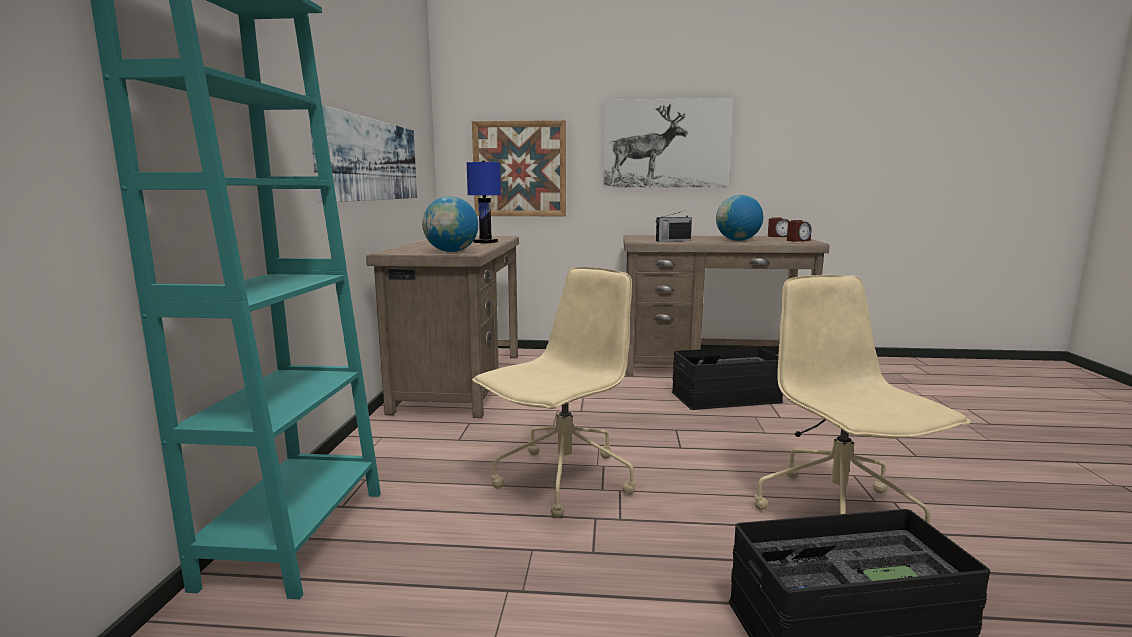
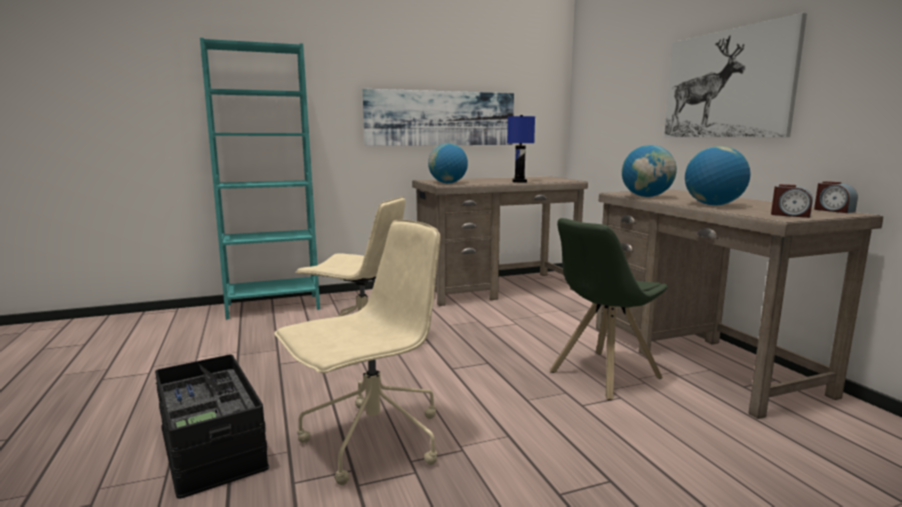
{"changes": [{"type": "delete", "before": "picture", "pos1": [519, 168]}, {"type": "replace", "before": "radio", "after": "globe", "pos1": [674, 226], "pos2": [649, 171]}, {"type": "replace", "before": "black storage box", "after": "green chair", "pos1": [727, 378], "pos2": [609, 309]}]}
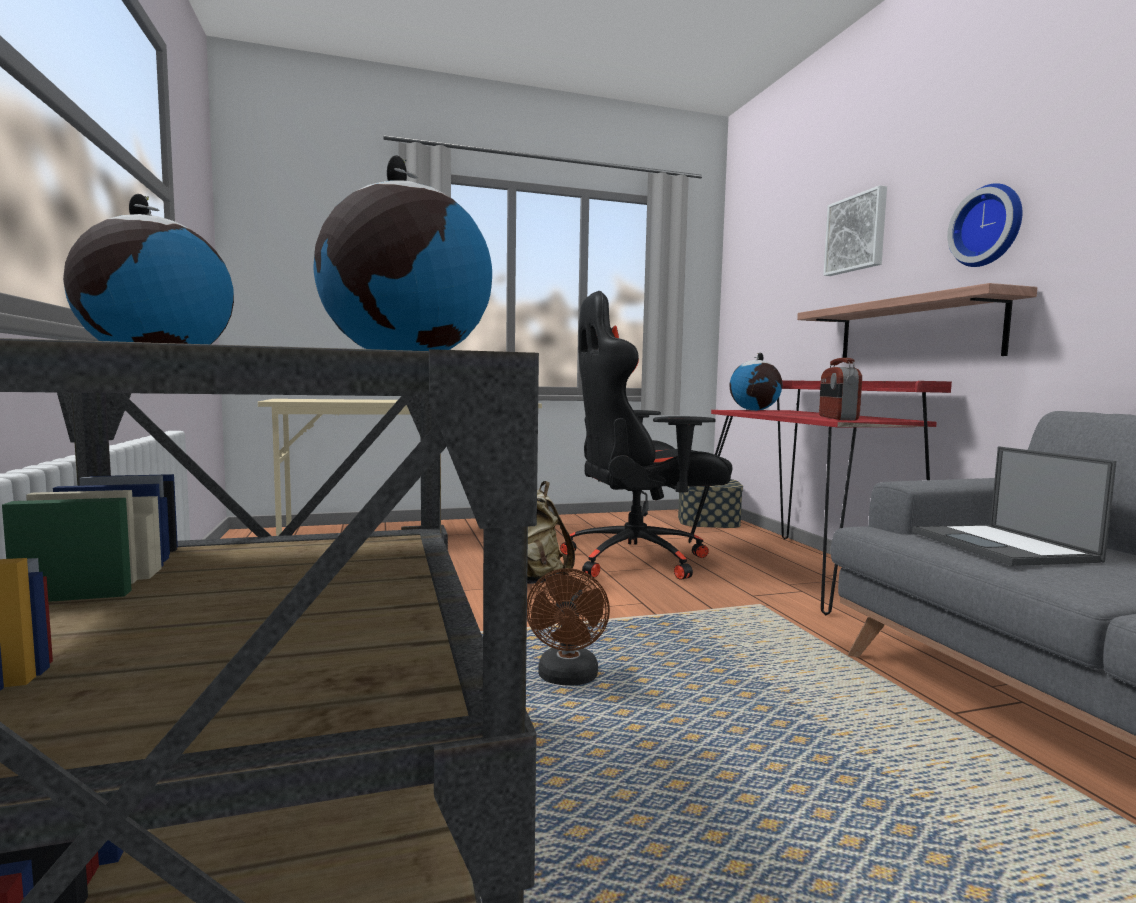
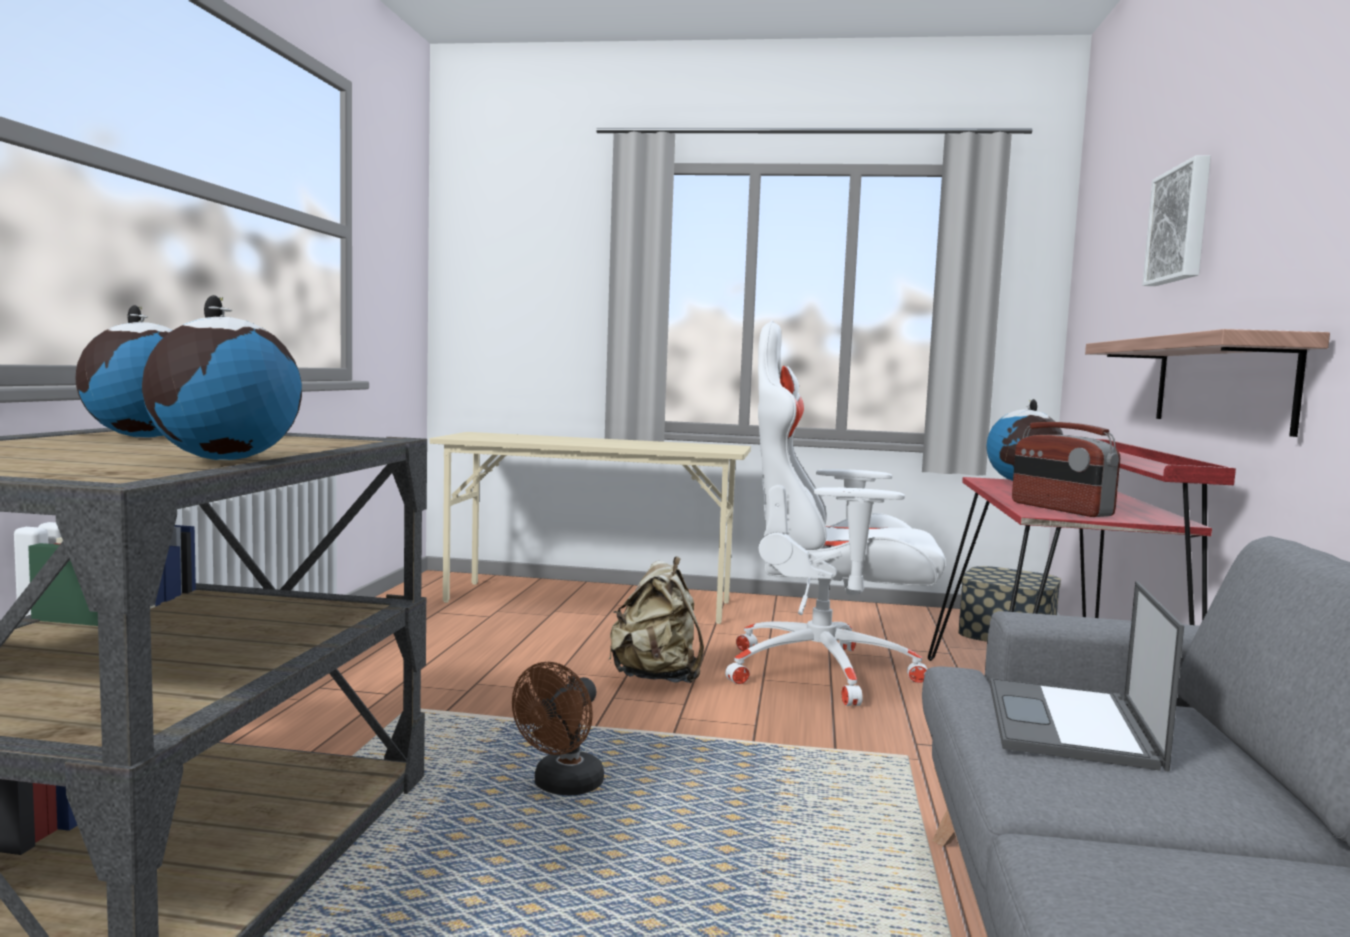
{"changes": [{"type": "delete", "before": "wall clock", "pos1": [984, 225]}, {"type": "recolor", "before": "black office chair", "after": "white office chair", "pos1": [646, 435], "pos2": [835, 513]}, {"type": "rotate", "before": "radio", "pos1": [840, 389], "pos2": [1066, 469], "turn": -60}]}
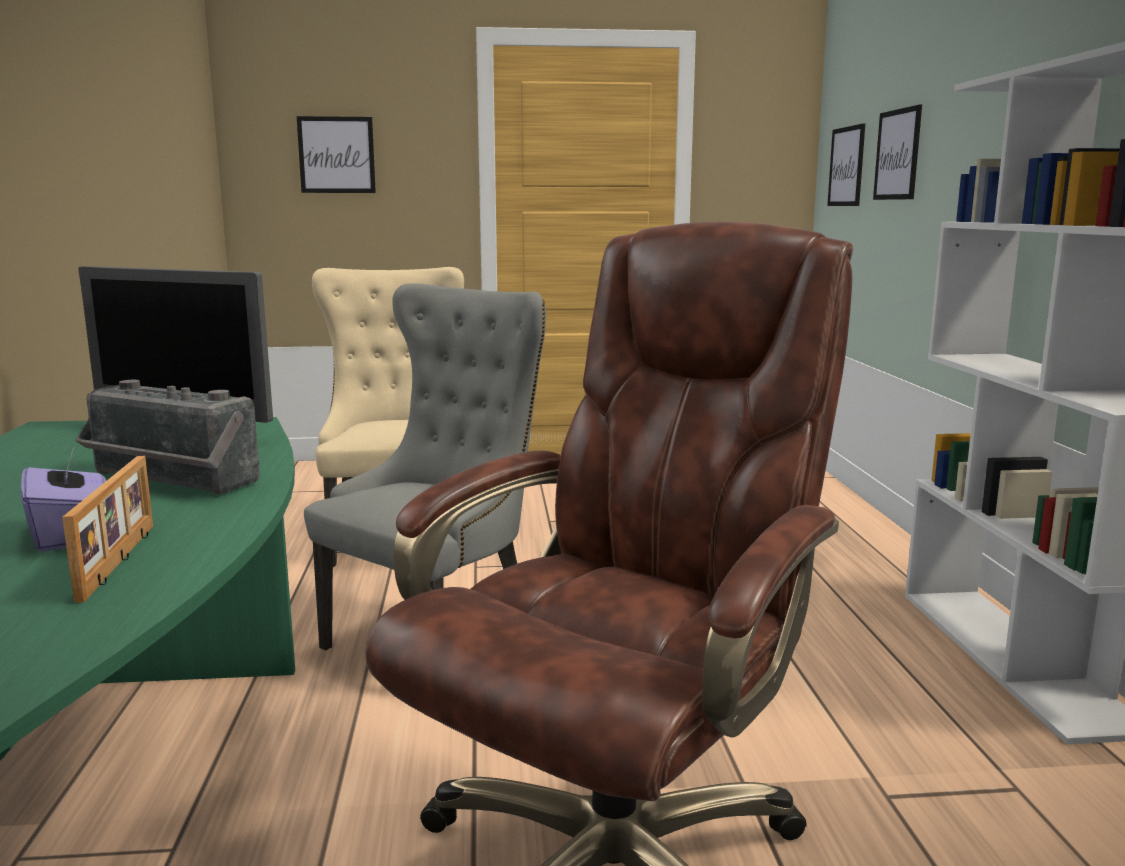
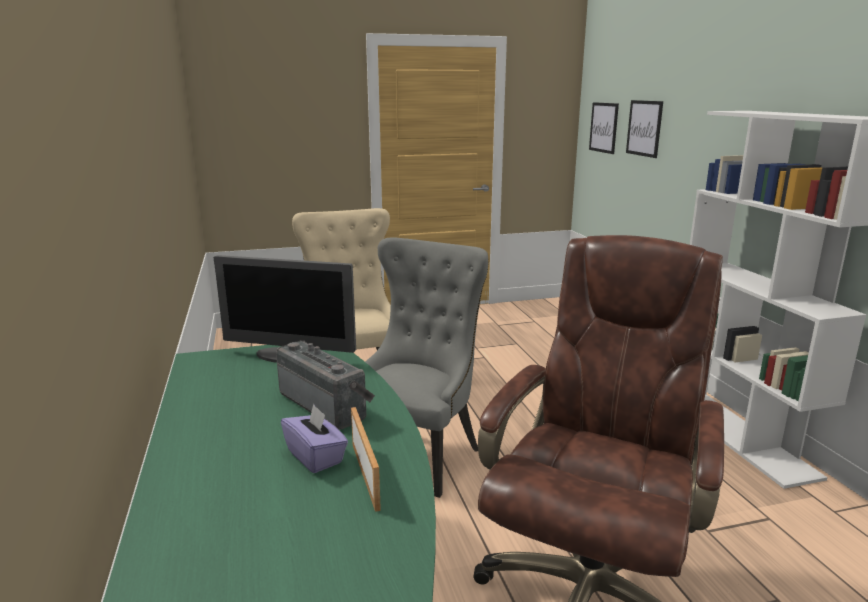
{"changes": [{"type": "delete", "before": "picture", "pos1": [336, 154]}, {"type": "rotate", "before": "radio", "pos1": [167, 437], "pos2": [325, 384], "turn": -150}]}
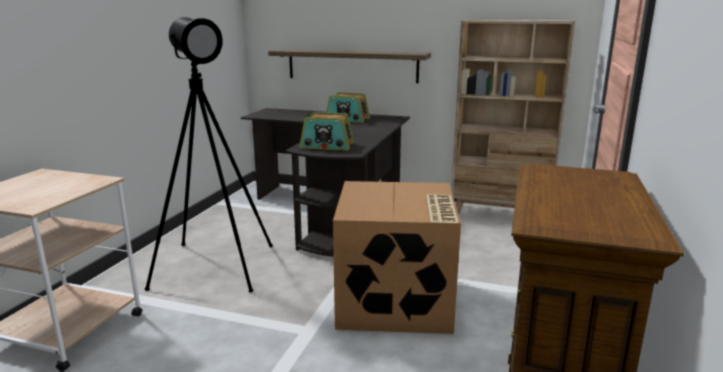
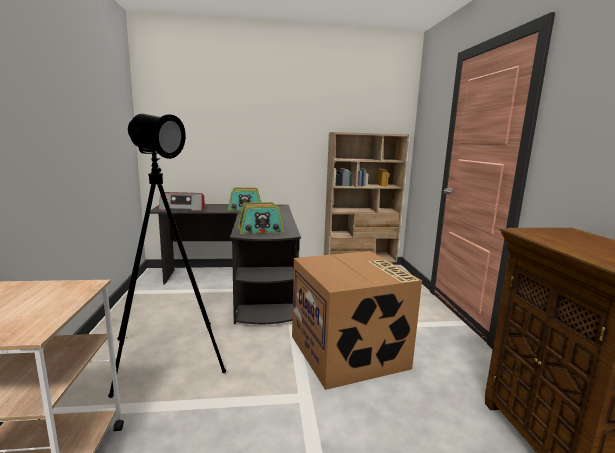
{"changes": [{"type": "delete", "before": "shelf", "pos1": [349, 66]}, {"type": "insert", "after": "radio", "pos2": [181, 201]}]}
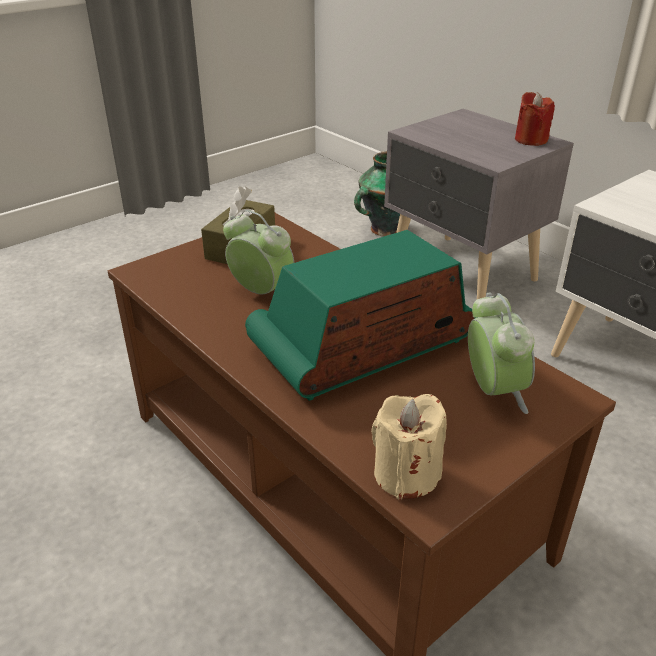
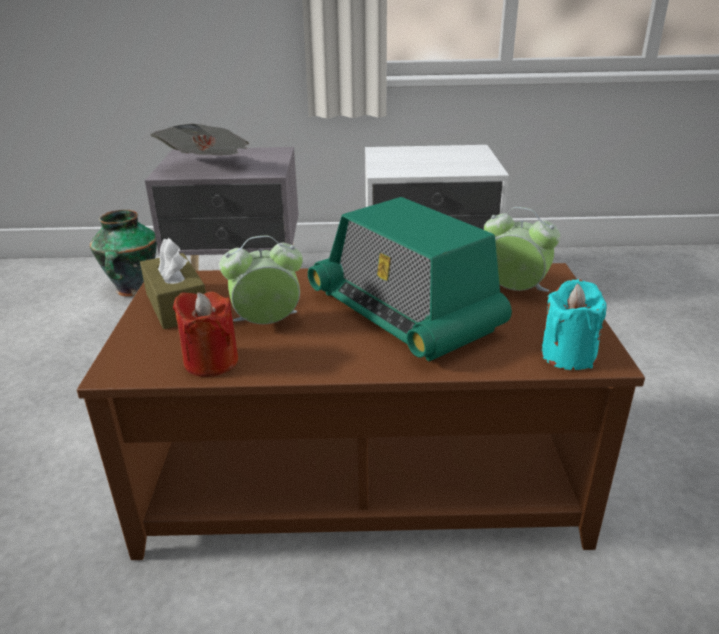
{"changes": [{"type": "move", "before": "red candle", "pos1": [535, 119], "pos2": [205, 334]}, {"type": "rotate", "before": "radio", "pos1": [361, 315], "pos2": [410, 279], "turn": -45}, {"type": "recolor", "before": "beige candle", "after": "turquoise candle", "pos1": [409, 447], "pos2": [574, 324]}, {"type": "insert", "after": "newspaper", "pos2": [200, 139]}]}
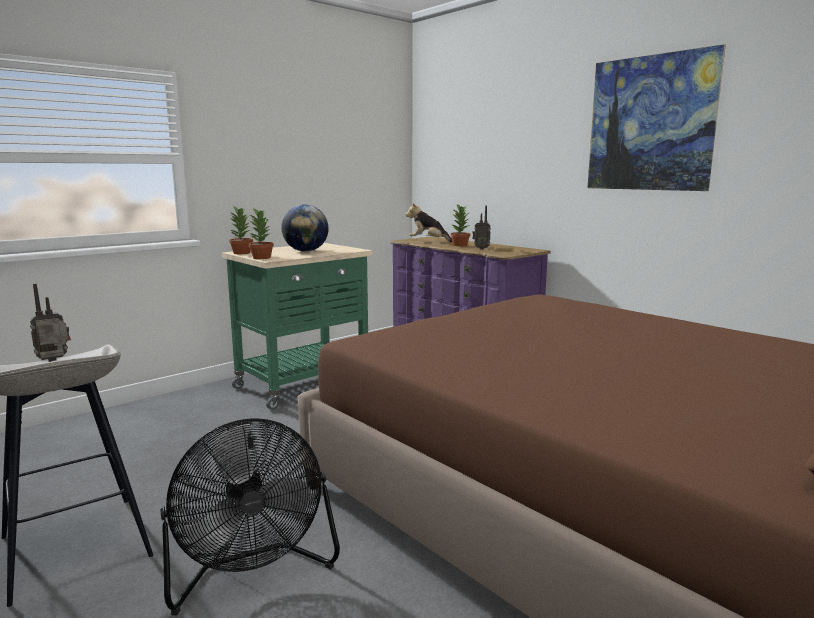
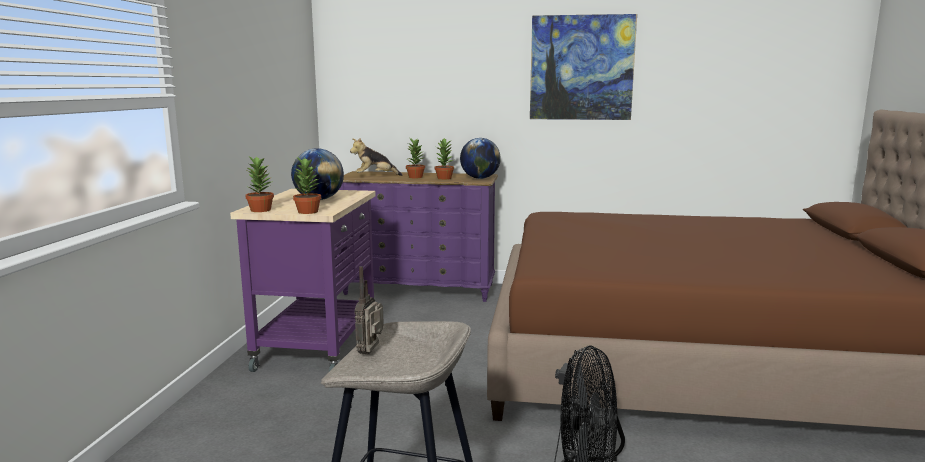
{"changes": [{"type": "replace", "before": "radio", "after": "potted plant", "pos1": [481, 227], "pos2": [444, 159]}, {"type": "recolor", "before": "green cart", "after": "purple cart", "pos1": [297, 326], "pos2": [303, 280]}, {"type": "insert", "after": "globe", "pos2": [480, 158]}]}
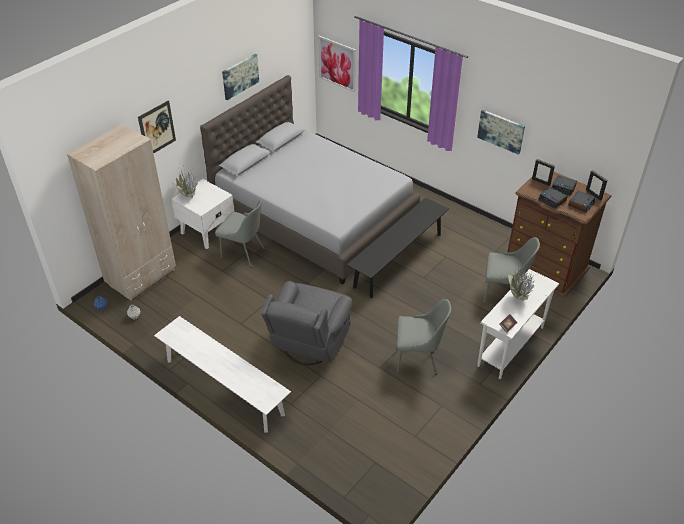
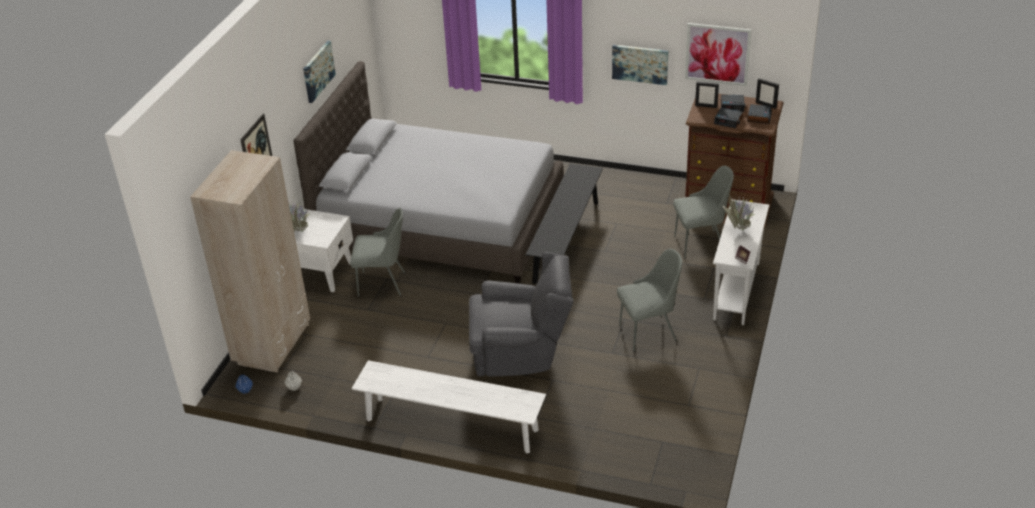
{"changes": [{"type": "move", "before": "picture", "pos1": [337, 64], "pos2": [718, 54]}, {"type": "rotate", "before": "grey armchair", "pos1": [307, 323], "pos2": [521, 314], "turn": -90}]}
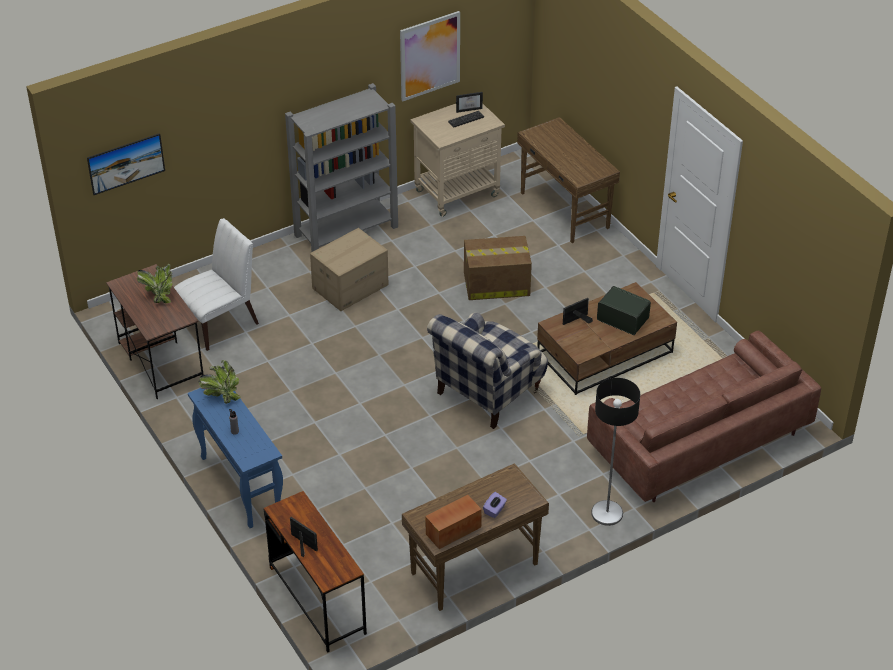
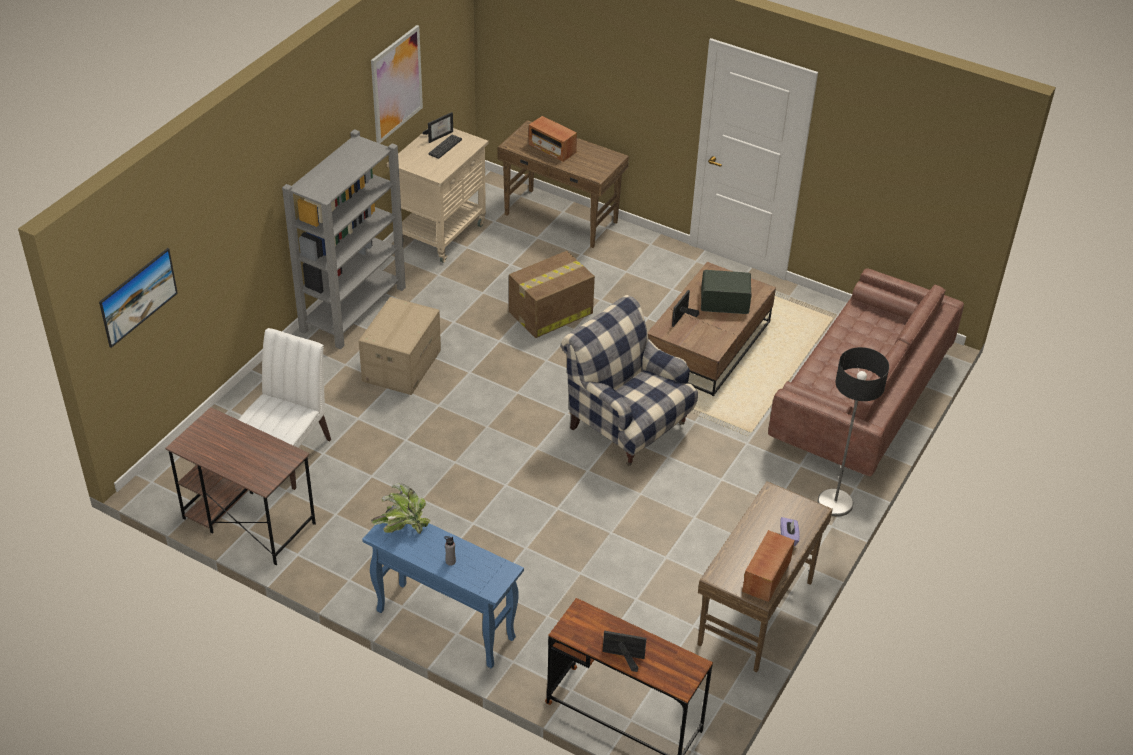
{"changes": [{"type": "delete", "before": "potted plant", "pos1": [155, 284]}, {"type": "rotate", "before": "armchair", "pos1": [487, 371], "pos2": [629, 380], "turn": 120}, {"type": "insert", "after": "radio", "pos2": [553, 139]}]}
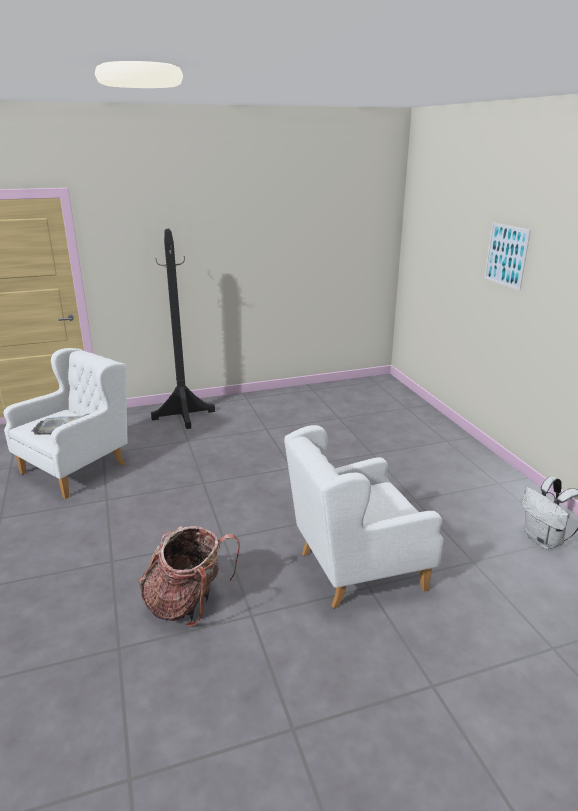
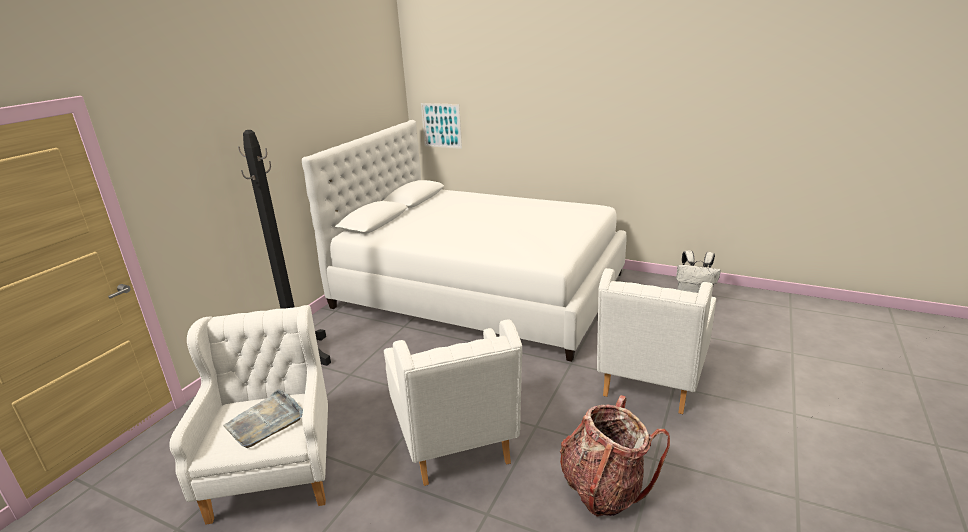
{"changes": [{"type": "move", "before": "picture", "pos1": [507, 256], "pos2": [441, 126]}, {"type": "insert", "after": "white bed", "pos2": [464, 241]}, {"type": "insert", "after": "white armchair", "pos2": [453, 403]}]}
